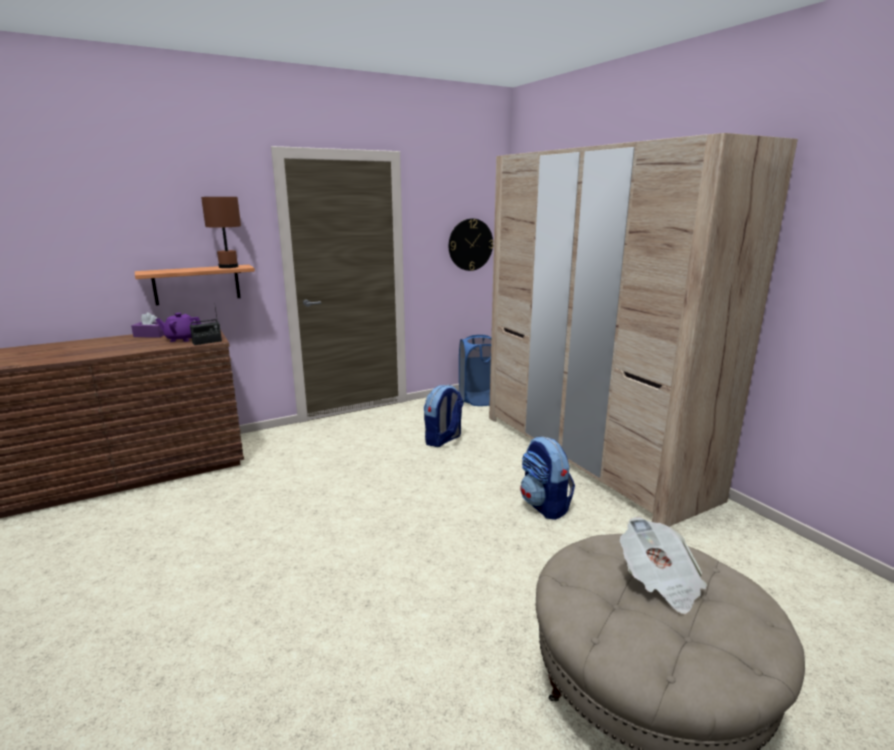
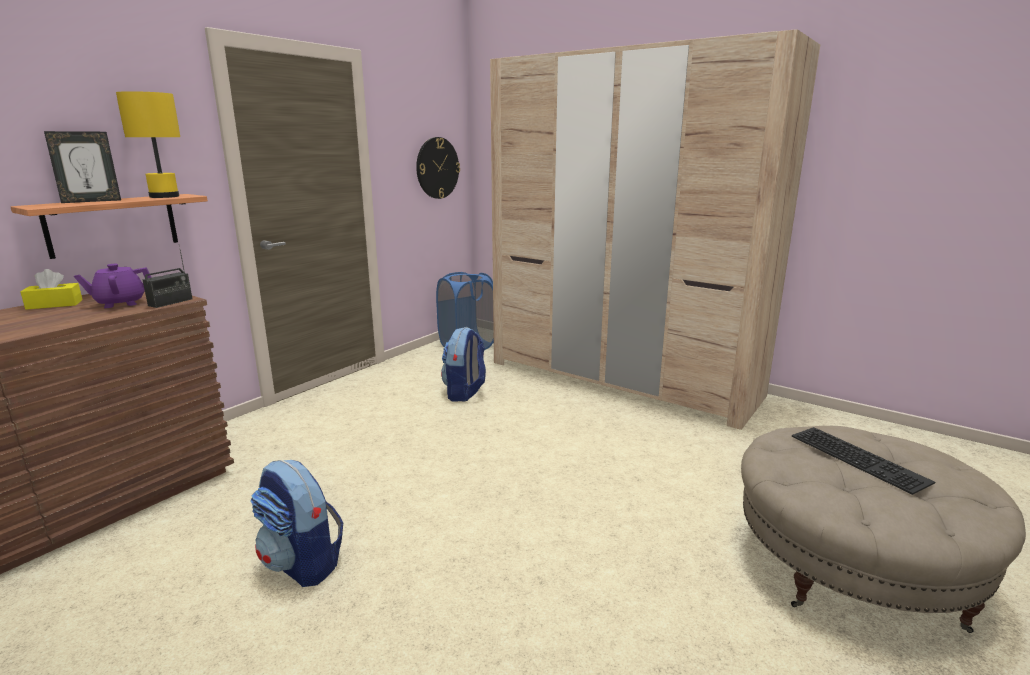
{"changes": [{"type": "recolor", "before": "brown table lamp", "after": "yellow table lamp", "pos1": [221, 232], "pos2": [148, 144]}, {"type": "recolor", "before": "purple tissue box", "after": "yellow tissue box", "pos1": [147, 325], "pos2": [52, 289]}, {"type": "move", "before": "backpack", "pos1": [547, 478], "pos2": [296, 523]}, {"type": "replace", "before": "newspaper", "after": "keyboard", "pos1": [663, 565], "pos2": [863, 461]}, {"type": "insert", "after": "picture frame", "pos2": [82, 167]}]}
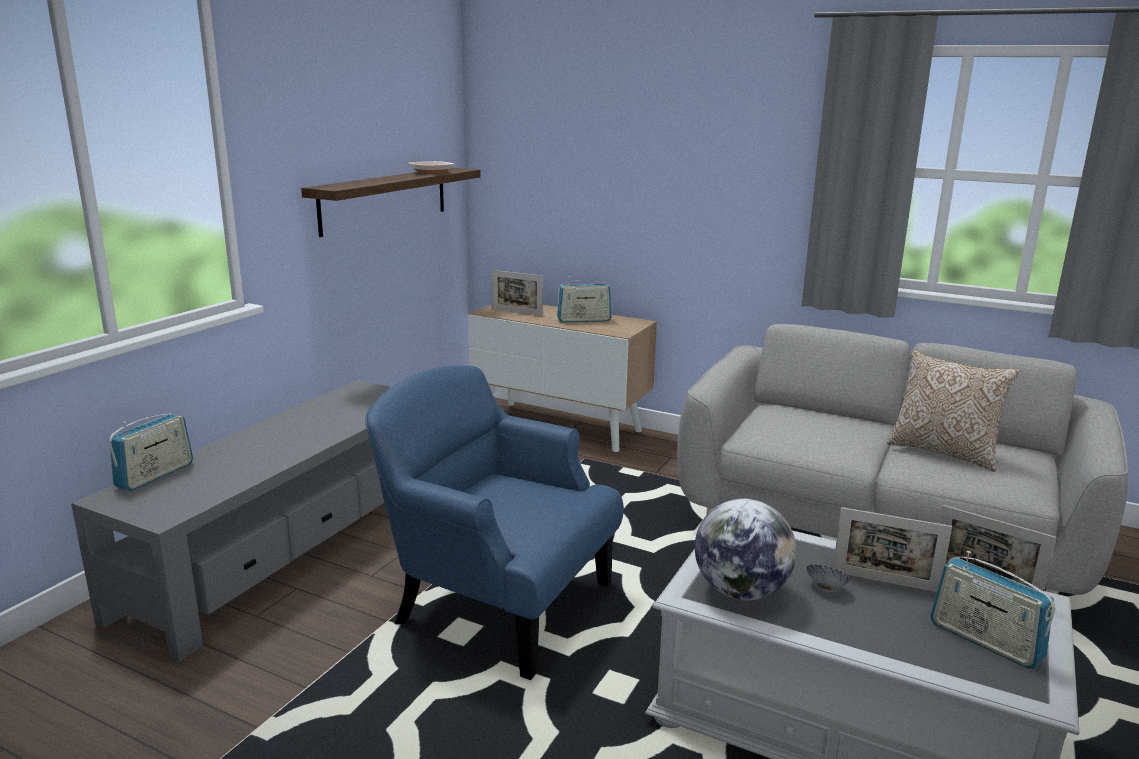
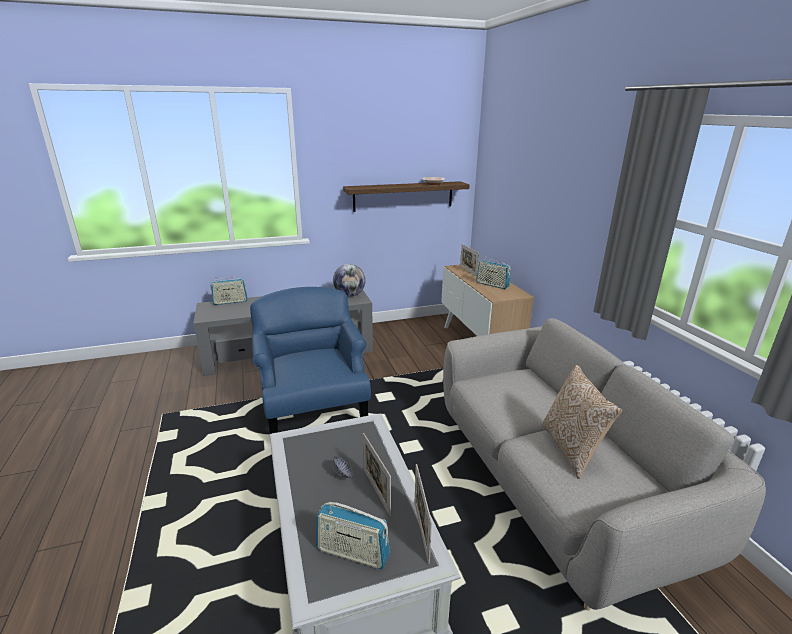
{"changes": [{"type": "move", "before": "globe", "pos1": [746, 549], "pos2": [349, 280]}, {"type": "rotate", "before": "radio", "pos1": [992, 610], "pos2": [353, 535], "turn": -75}]}
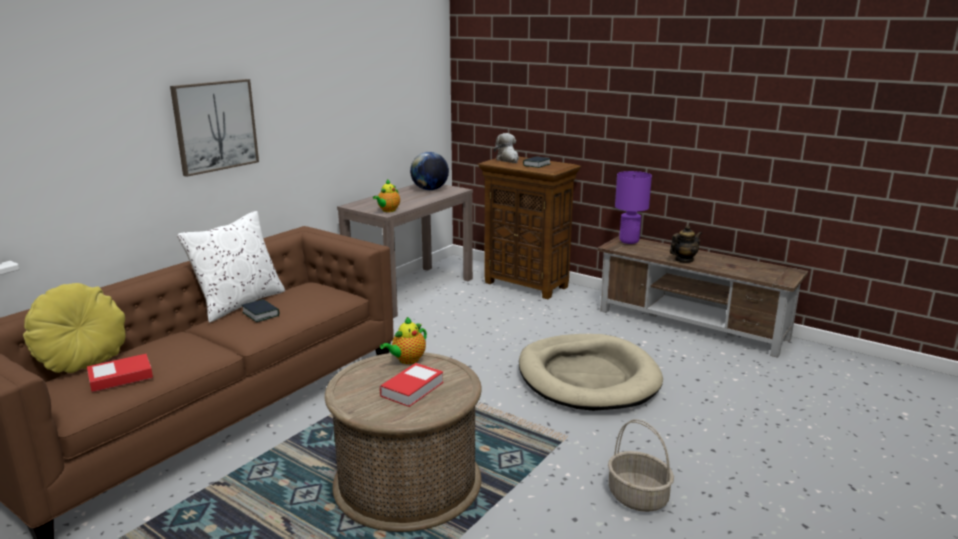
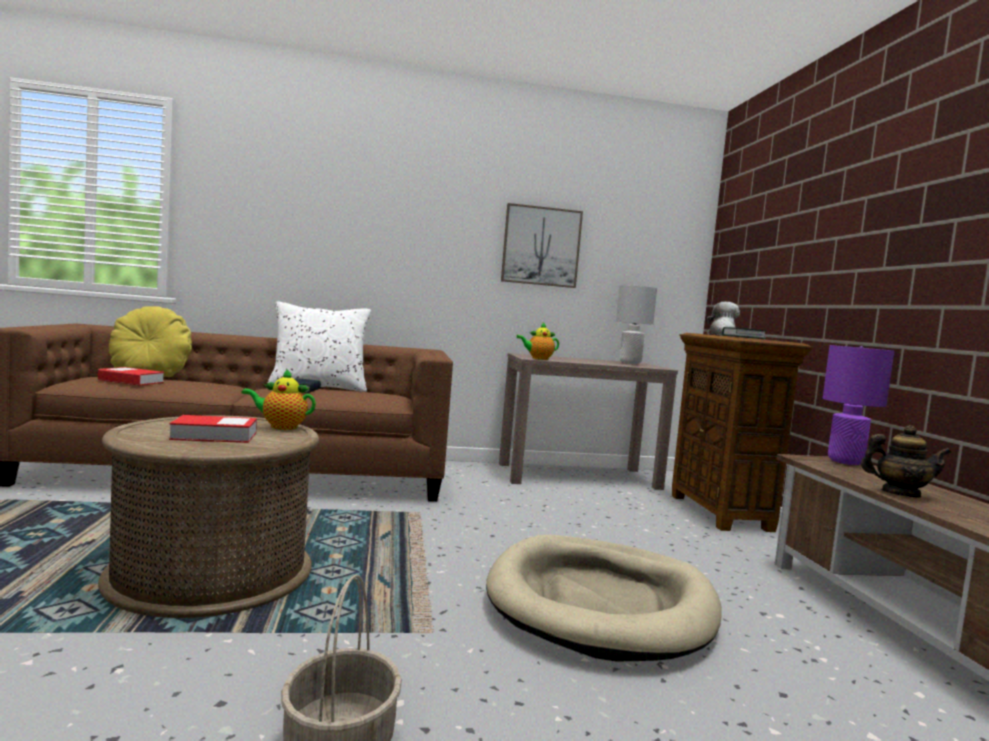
{"changes": [{"type": "move", "before": "picture", "pos1": [214, 128], "pos2": [542, 245]}, {"type": "replace", "before": "globe", "after": "grey table lamp", "pos1": [429, 171], "pos2": [636, 324]}]}
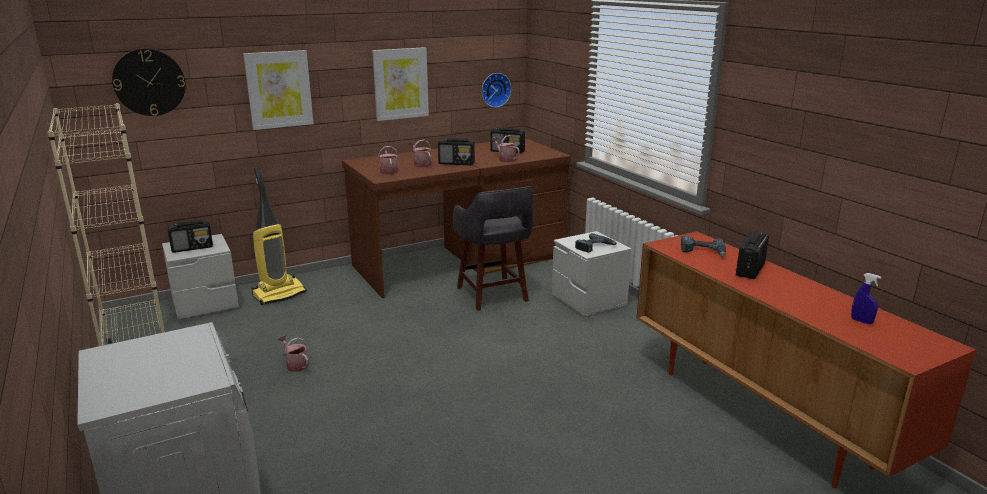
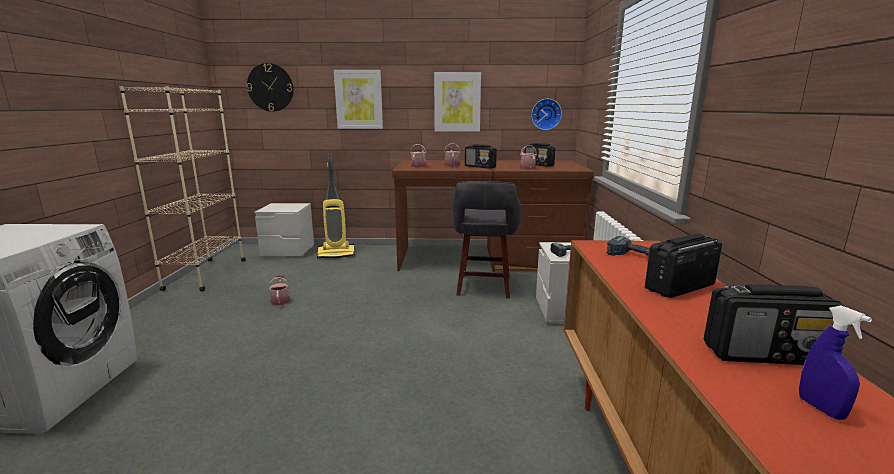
{"changes": [{"type": "move", "before": "radio", "pos1": [190, 236], "pos2": [774, 324]}]}
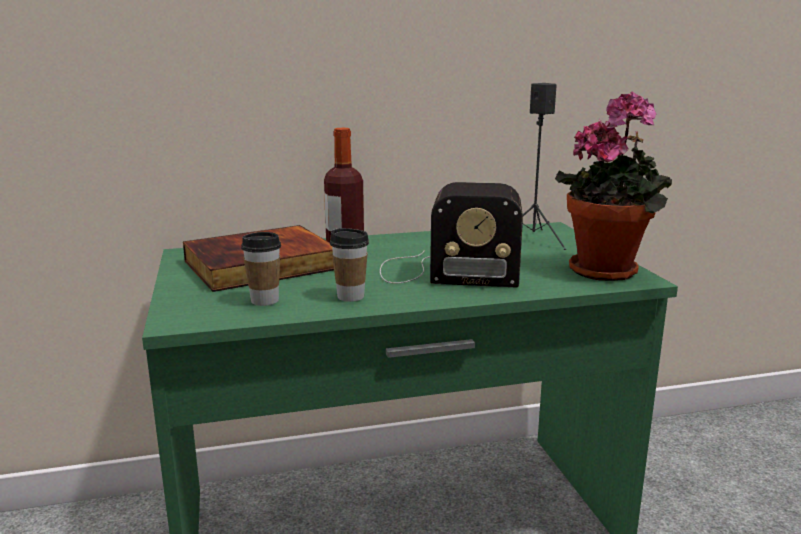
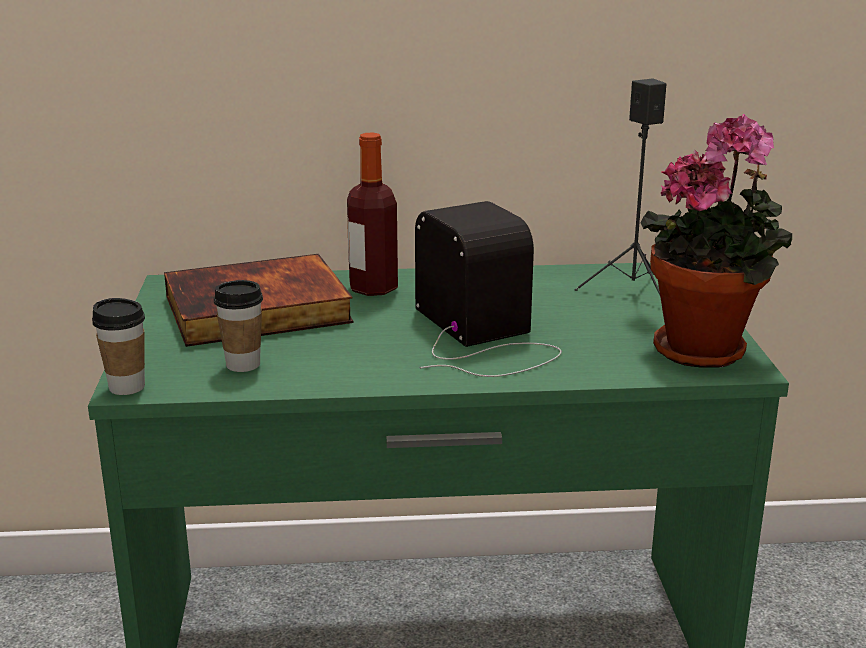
{"changes": [{"type": "rotate", "before": "radio", "pos1": [451, 234], "pos2": [488, 289], "turn": -135}, {"type": "move", "before": "cup", "pos1": [349, 265], "pos2": [118, 346]}]}
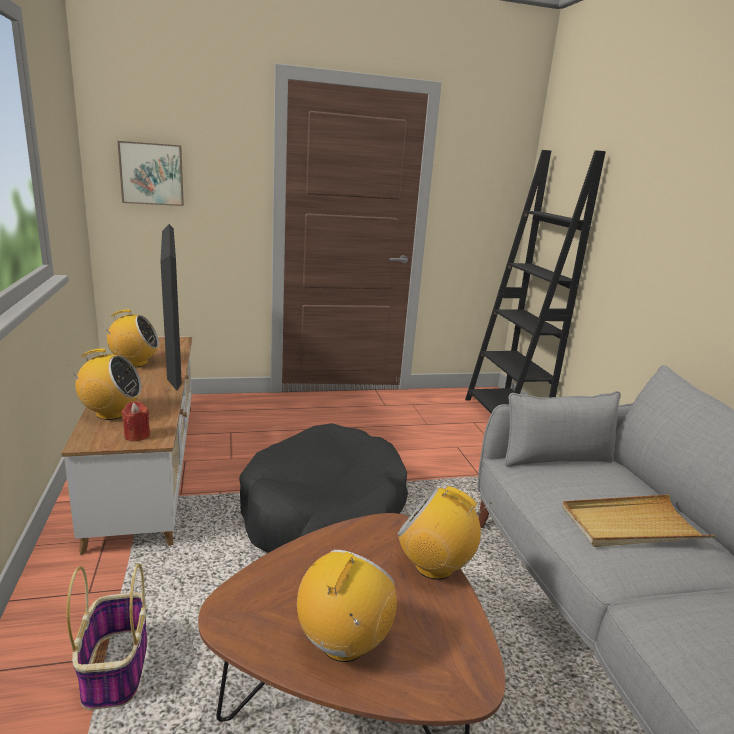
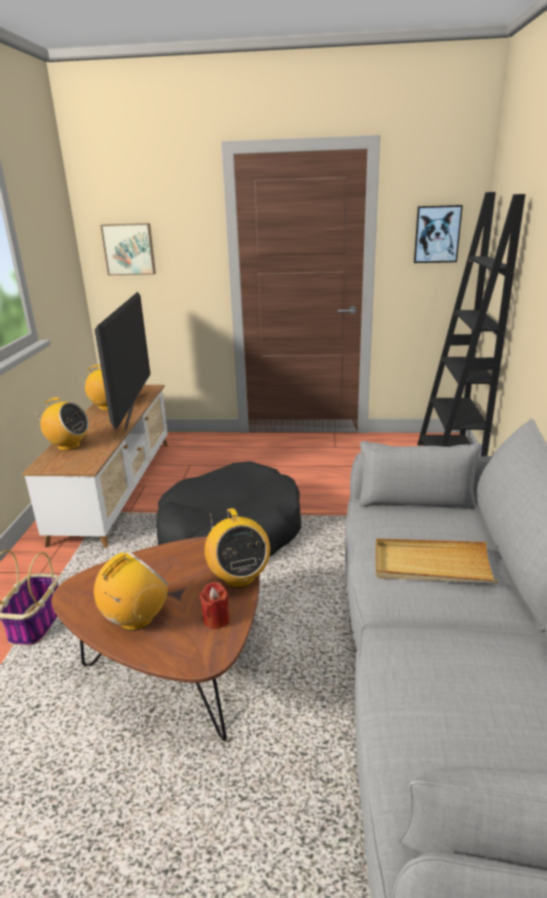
{"changes": [{"type": "move", "before": "red candle", "pos1": [135, 421], "pos2": [215, 605]}, {"type": "rotate", "before": "radio", "pos1": [444, 533], "pos2": [237, 548], "turn": -150}, {"type": "insert", "after": "picture", "pos2": [438, 234]}]}
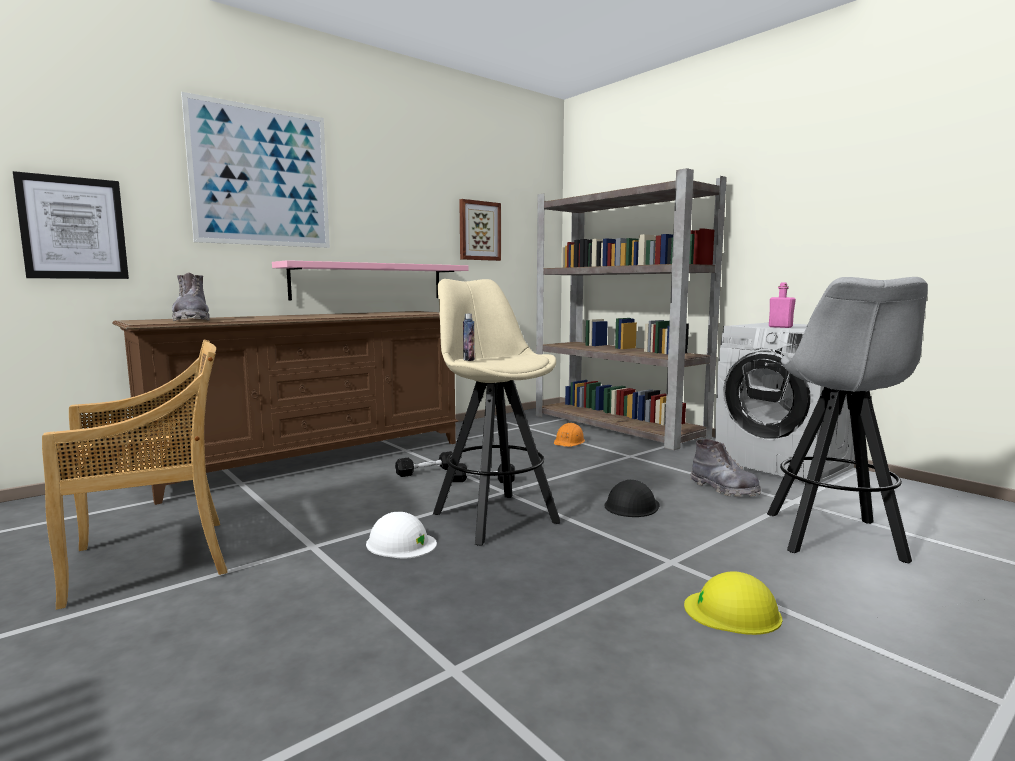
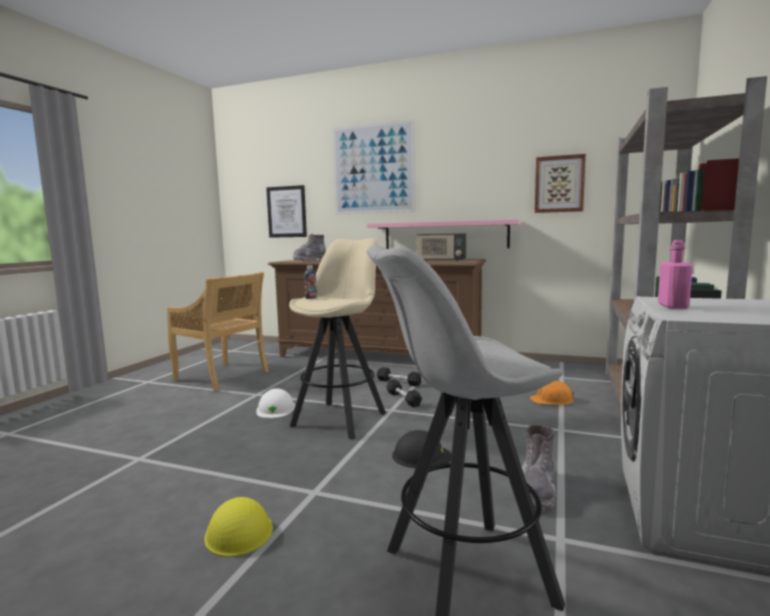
{"changes": [{"type": "insert", "after": "radio", "pos2": [441, 247]}]}
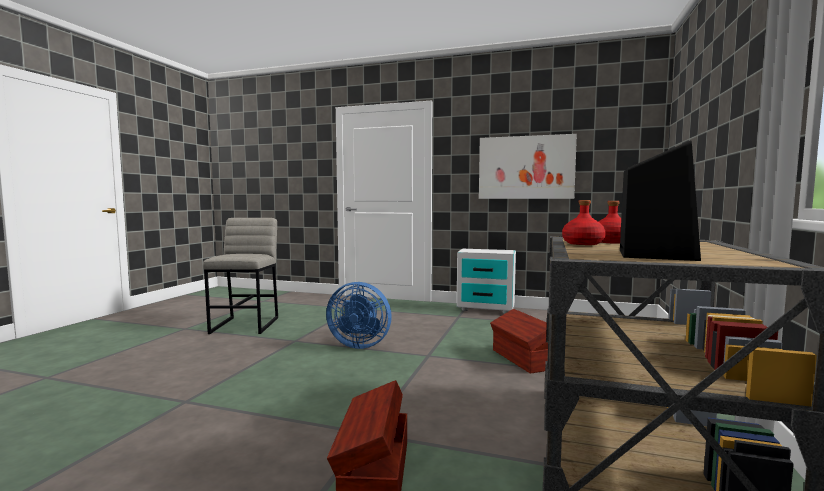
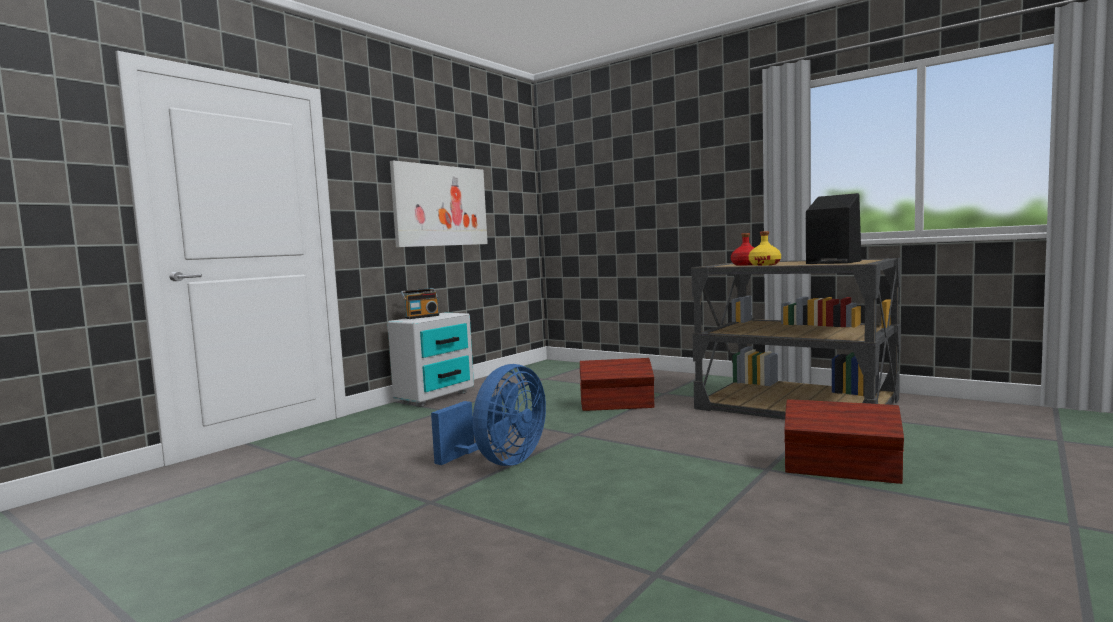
{"changes": [{"type": "recolor", "before": "red bottle", "after": "yellow bottle", "pos1": [584, 222], "pos2": [765, 248]}, {"type": "delete", "before": "grey chair", "pos1": [240, 276]}, {"type": "insert", "after": "radio", "pos2": [420, 303]}]}
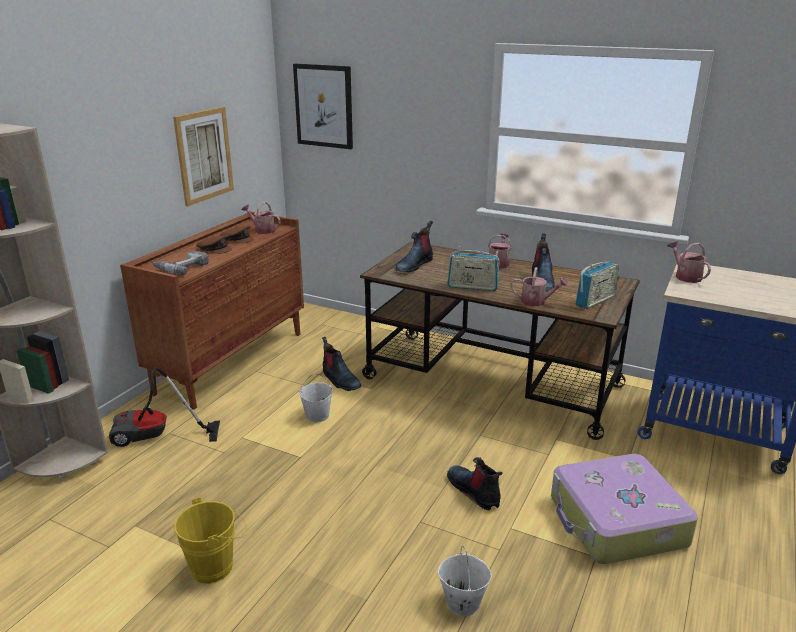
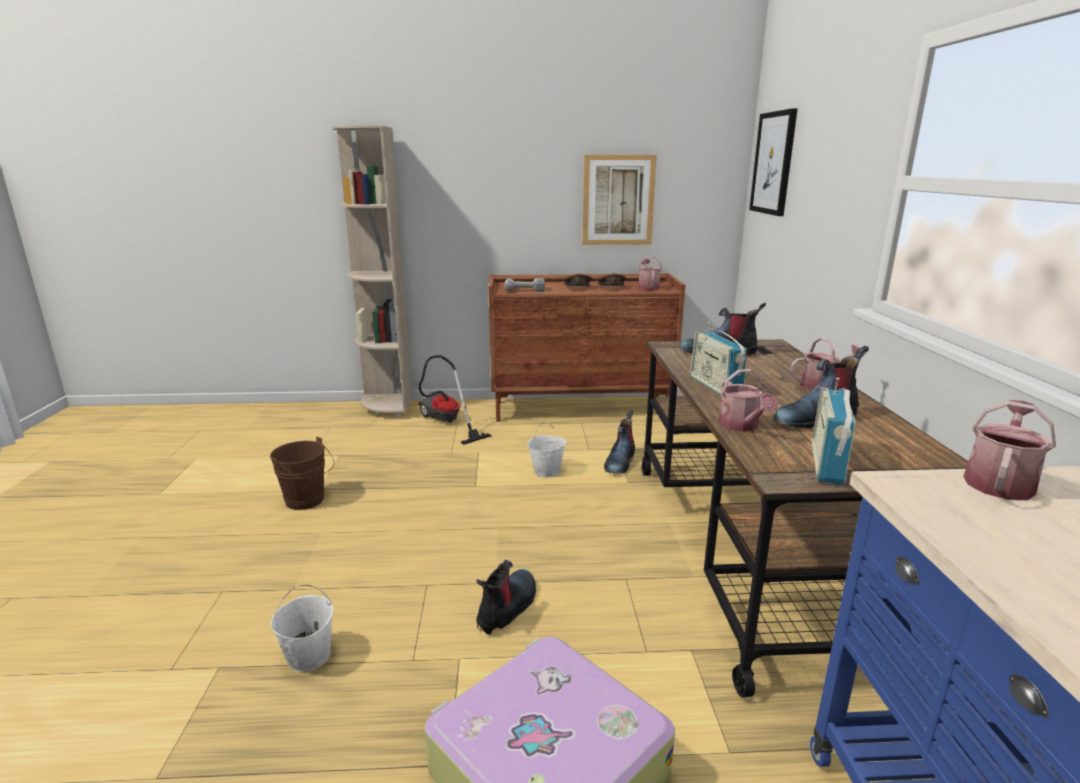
{"changes": [{"type": "rotate", "before": "radio", "pos1": [597, 285], "pos2": [834, 431], "turn": 90}, {"type": "recolor", "before": "yellow bucket", "after": "brown bucket", "pos1": [210, 540], "pos2": [302, 473]}]}
